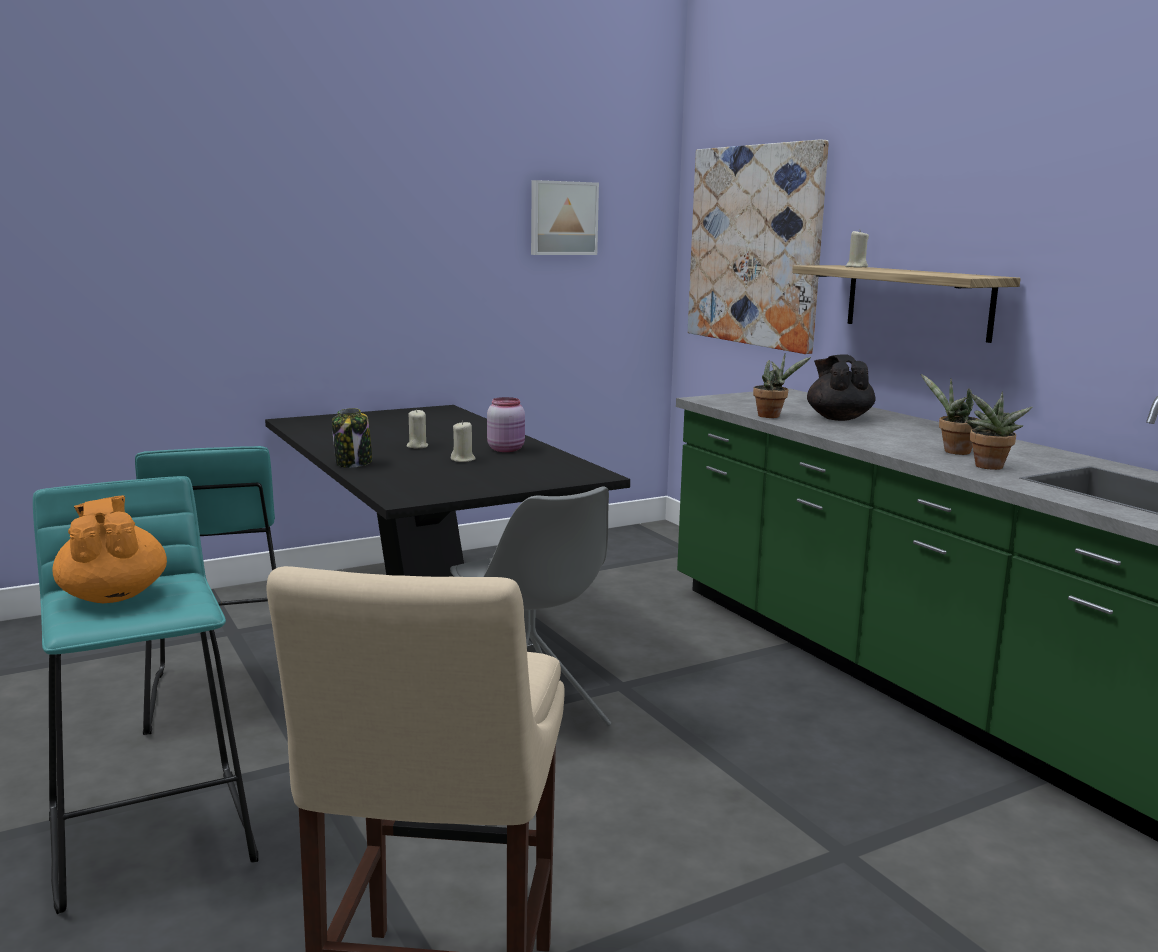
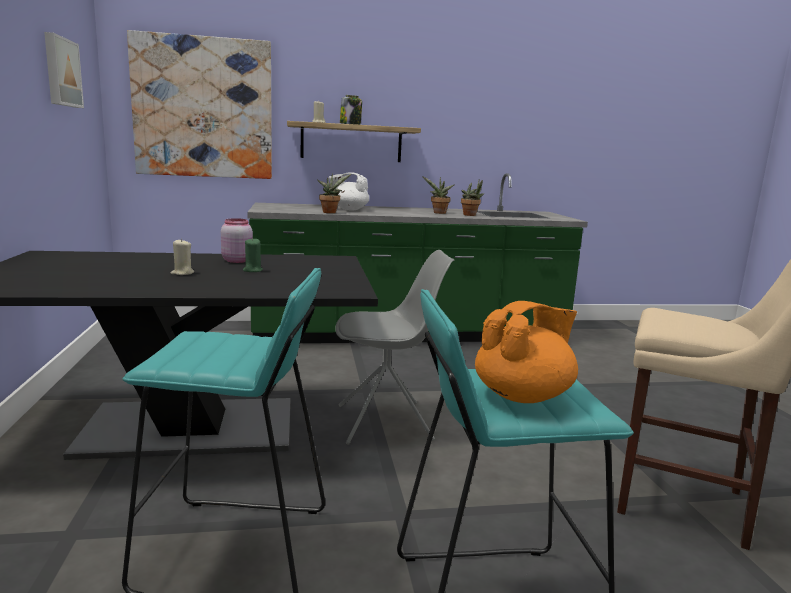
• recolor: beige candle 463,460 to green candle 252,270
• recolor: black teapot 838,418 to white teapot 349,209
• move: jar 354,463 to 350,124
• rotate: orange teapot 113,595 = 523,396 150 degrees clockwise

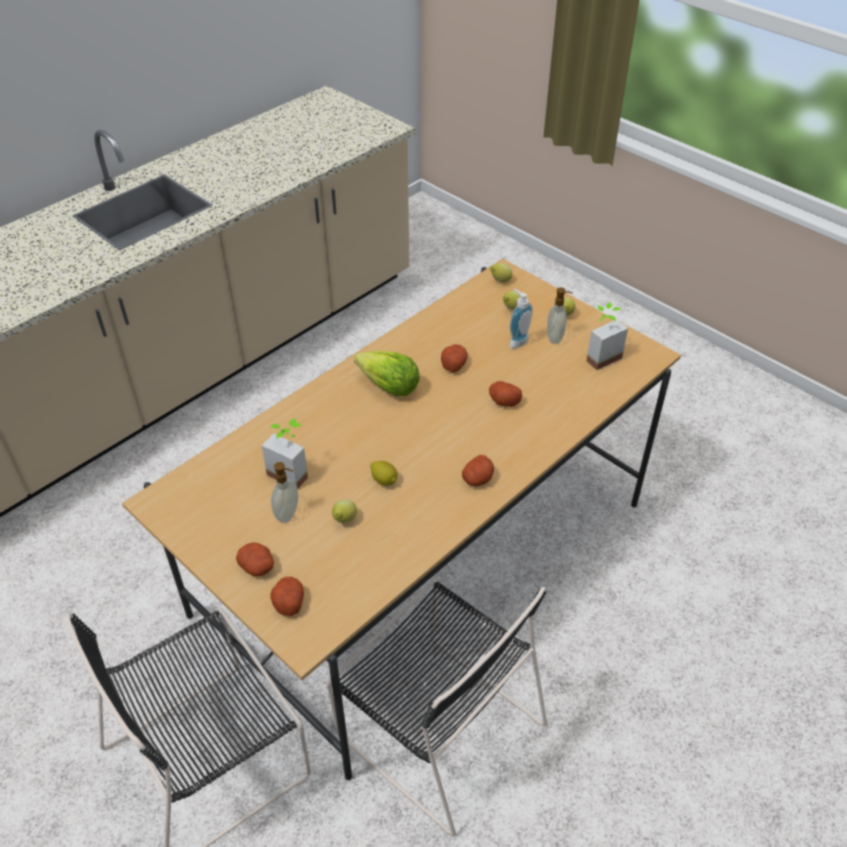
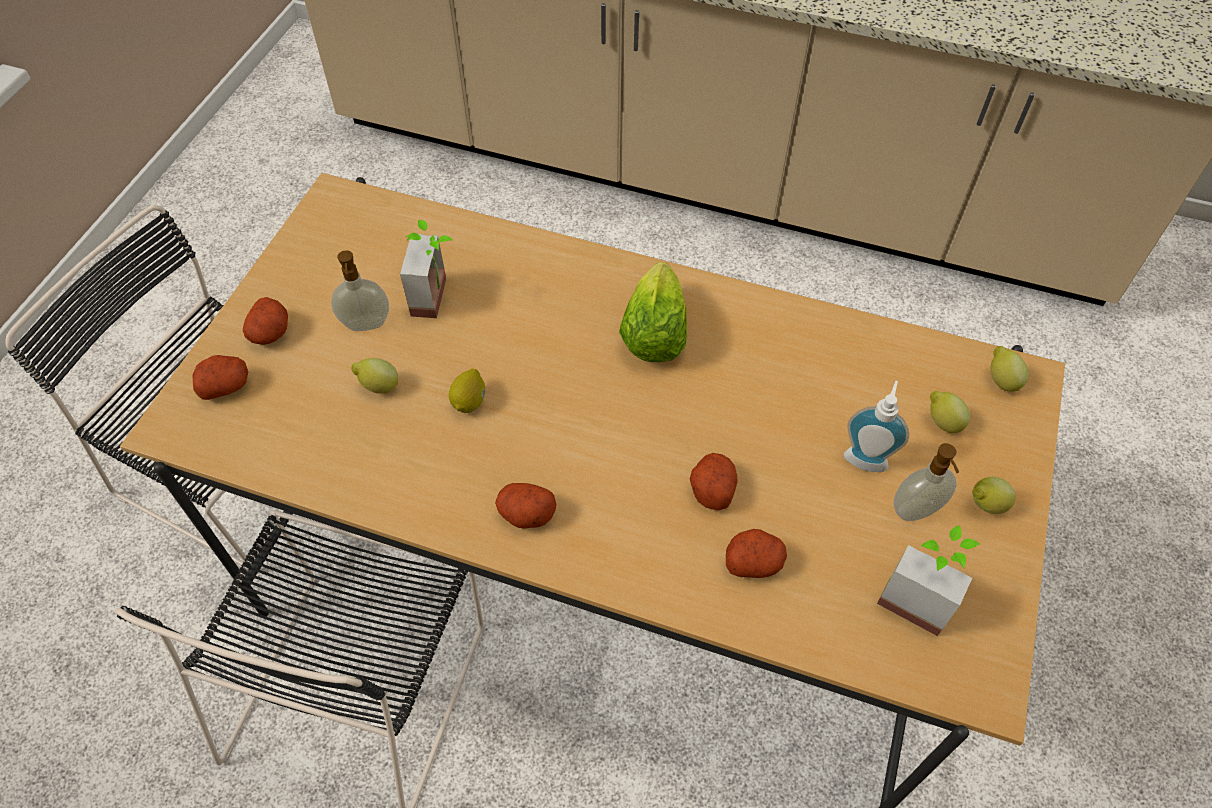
• move: potato 453,364 to 753,561

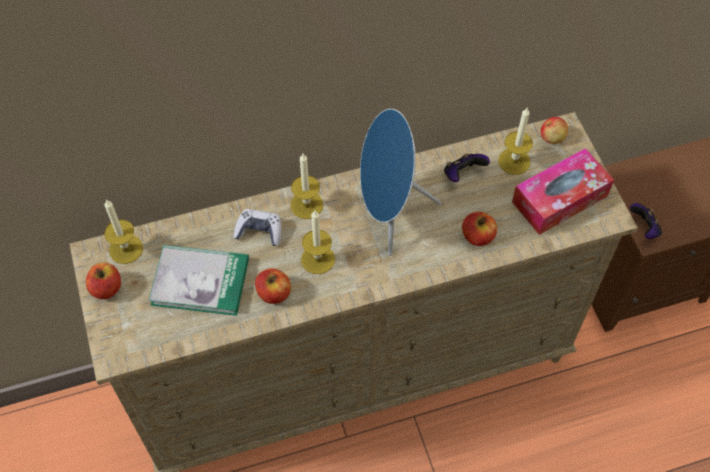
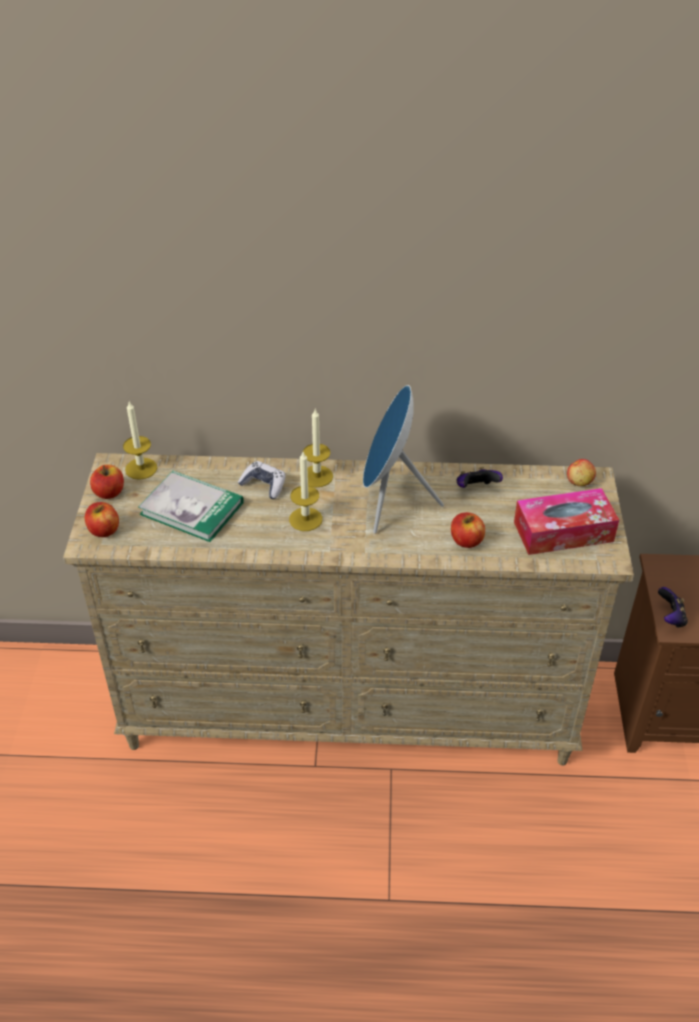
• move: apple 274,293 to 104,530
• delete: candle 514,161

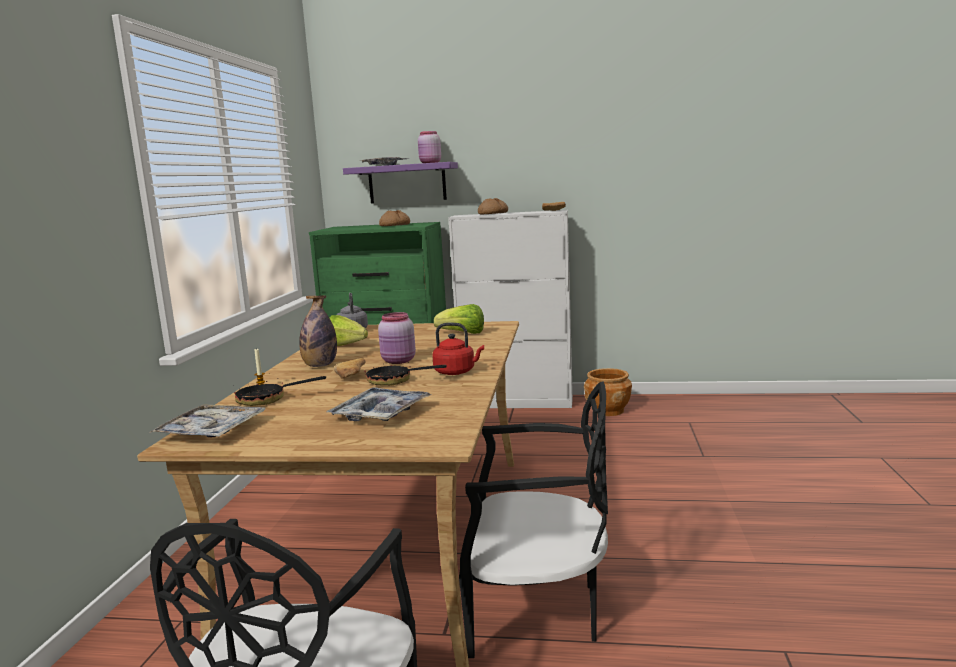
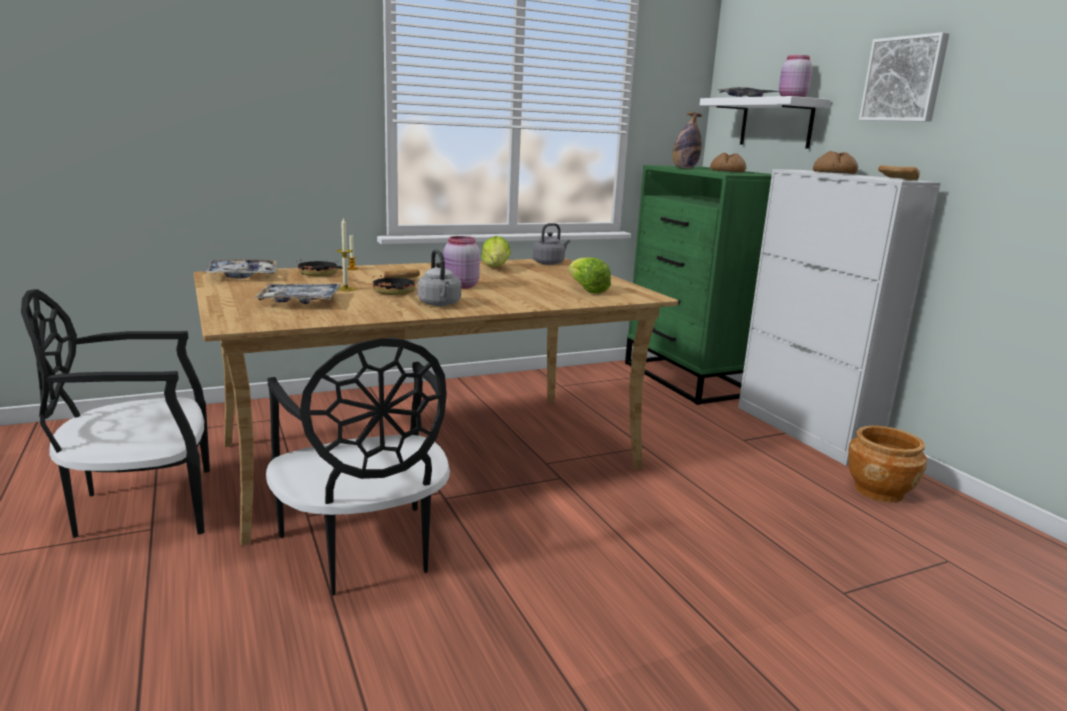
• insert: candle 345,289
• recolor: red kettle 457,372 to grey kettle 440,304
• move: bottle 320,366 to 684,168
• recolor: purple shelf 407,183 to white shelf 776,123
• insert: picture 904,79

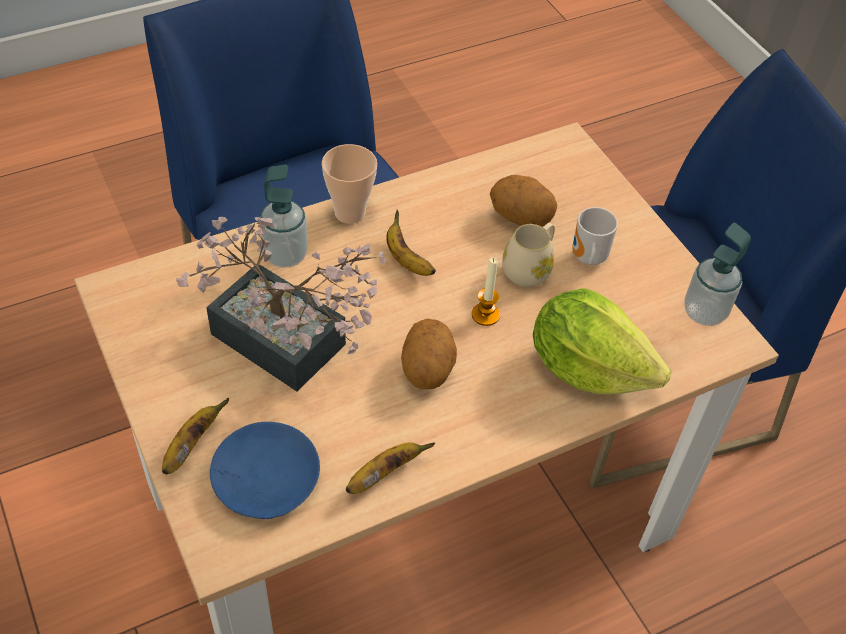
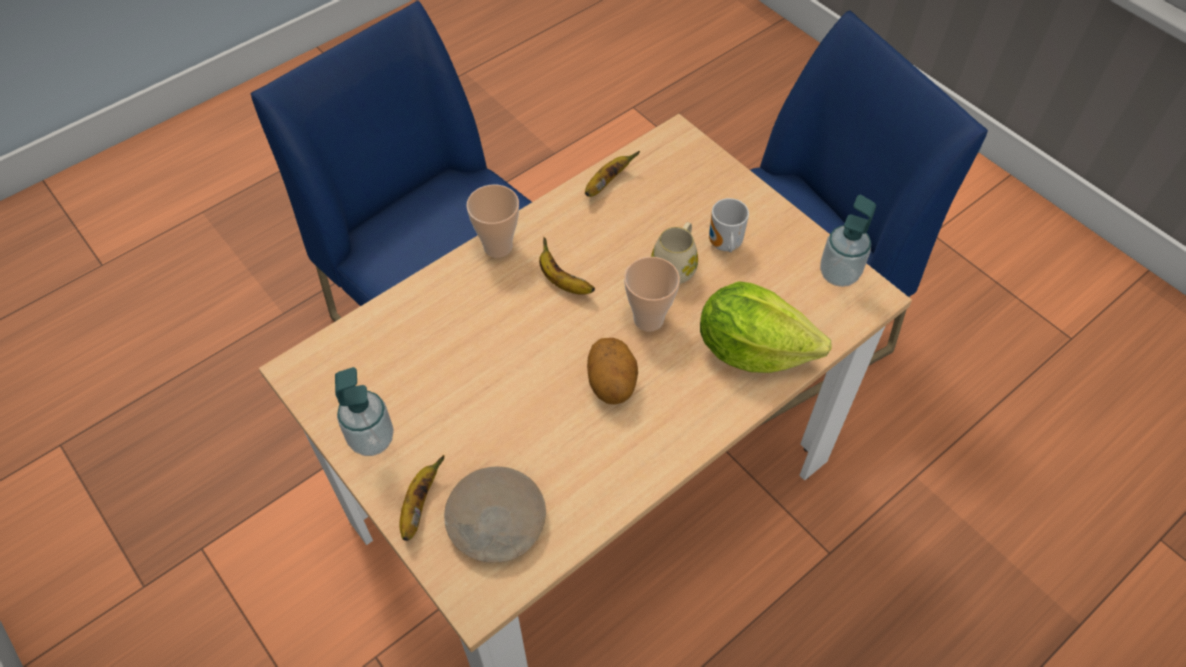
• move: soap dispenser 285,255 to 372,439
• recolor: blue plate 265,478 to beige plate 496,521
• move: banana 384,474 to 606,183
• replace: candle 485,315 to cup 648,319
• delete: potted plant 289,348
• delete: potato 521,218

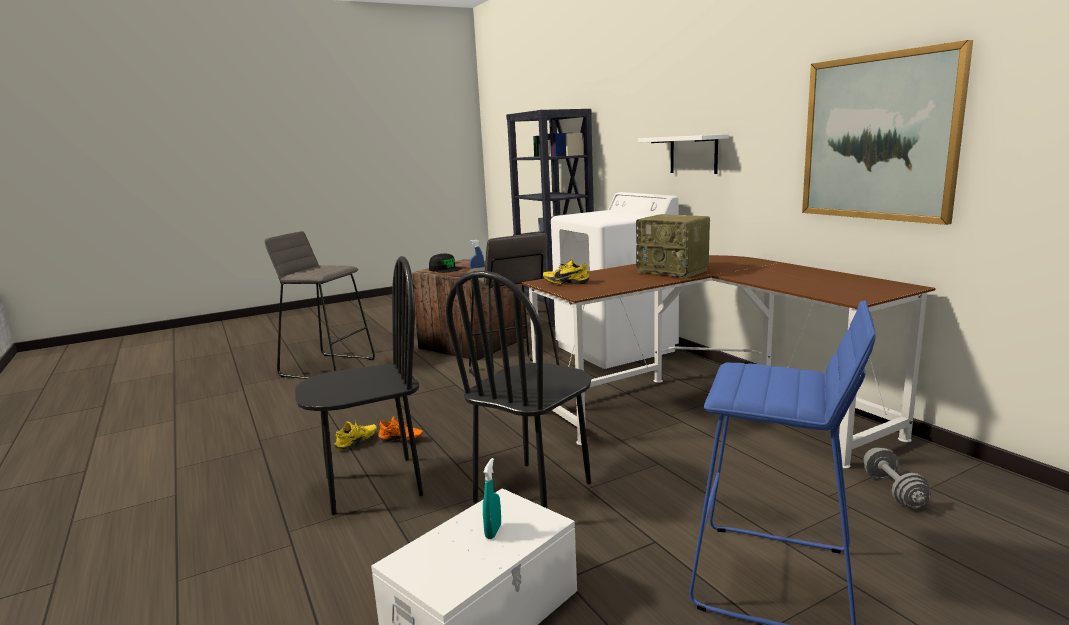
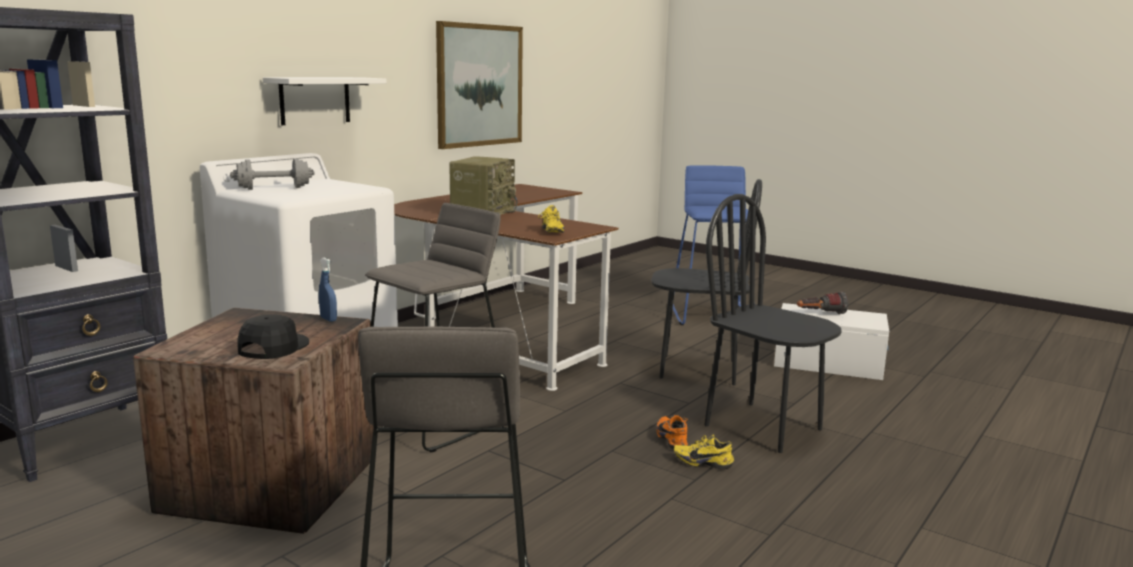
• move: grey dumbbell 893,491 to 274,188
• replace: turquoise spray bottle 493,531 to flashlight 820,314

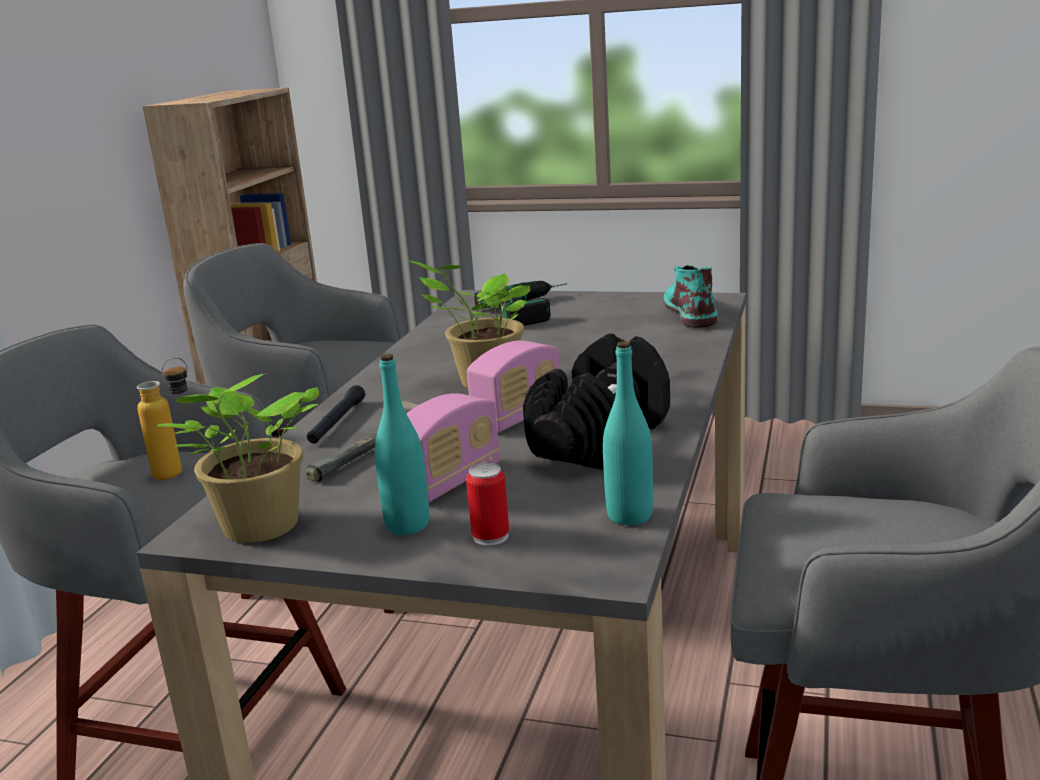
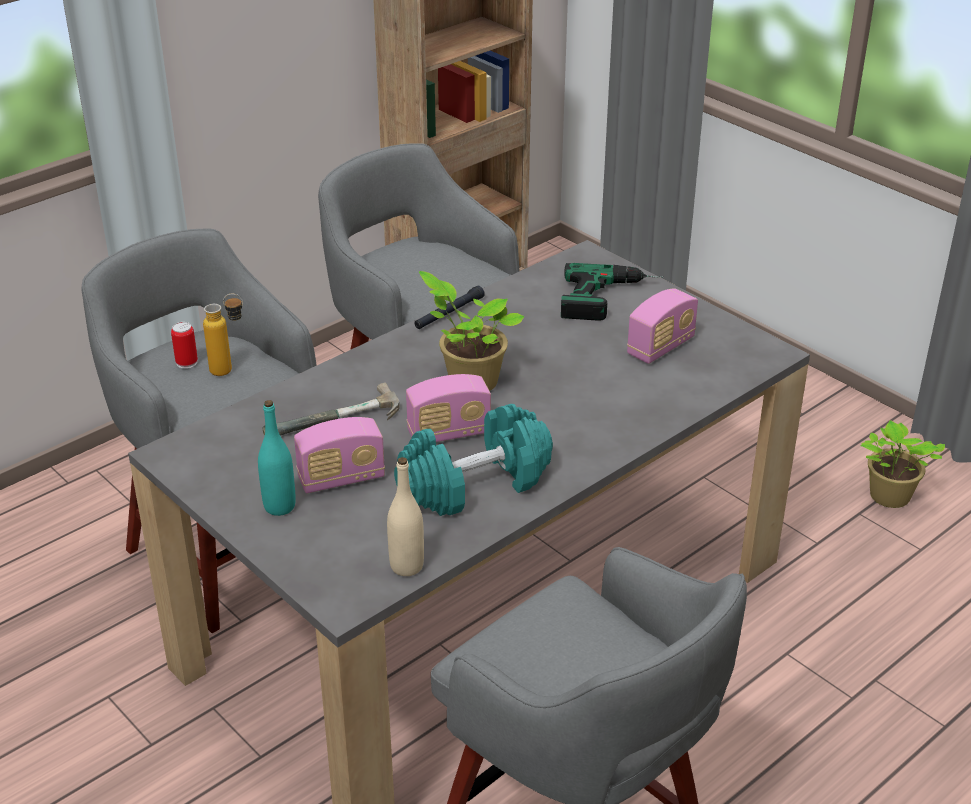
• move: can 490,536 to 187,363
• recolor: turquoise bottle 629,516 to beige bottle 407,566
• recolor: black dumbbell 601,438 to turquoise dumbbell 474,484
• move: black flashlight 337,422 to 449,313
• insert: radio 660,347
• move: potted plant 258,529 to 888,498
• delete: turquoise boot 690,312

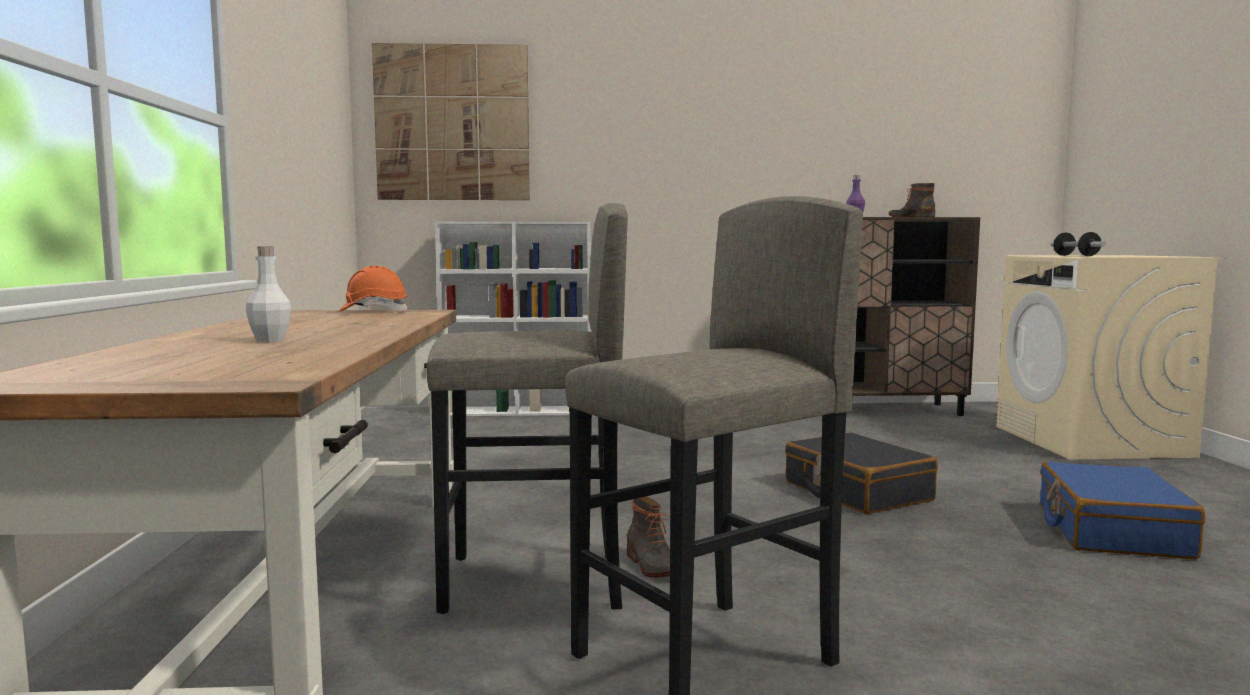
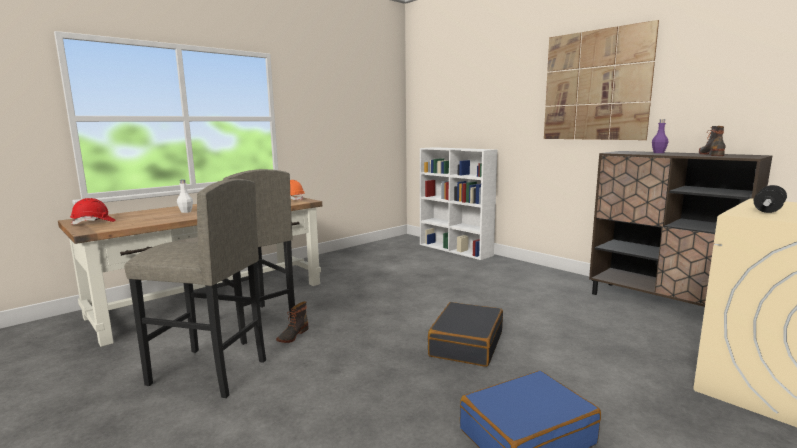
• insert: red hard hat 94,222
• move: picture 452,123 to 595,85

